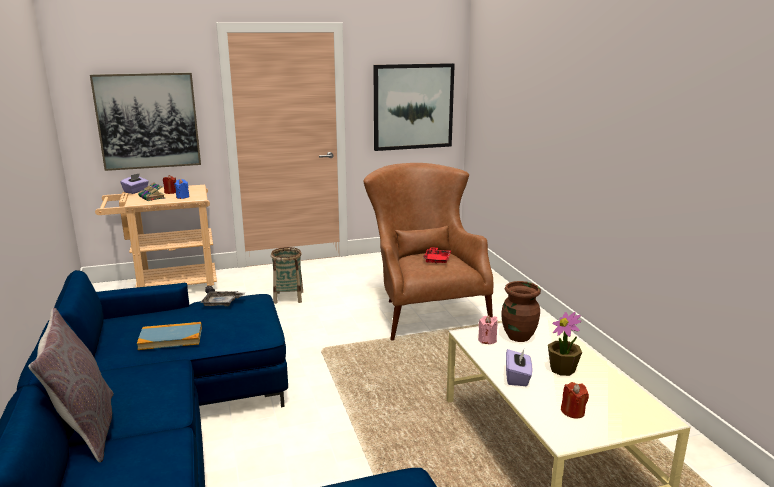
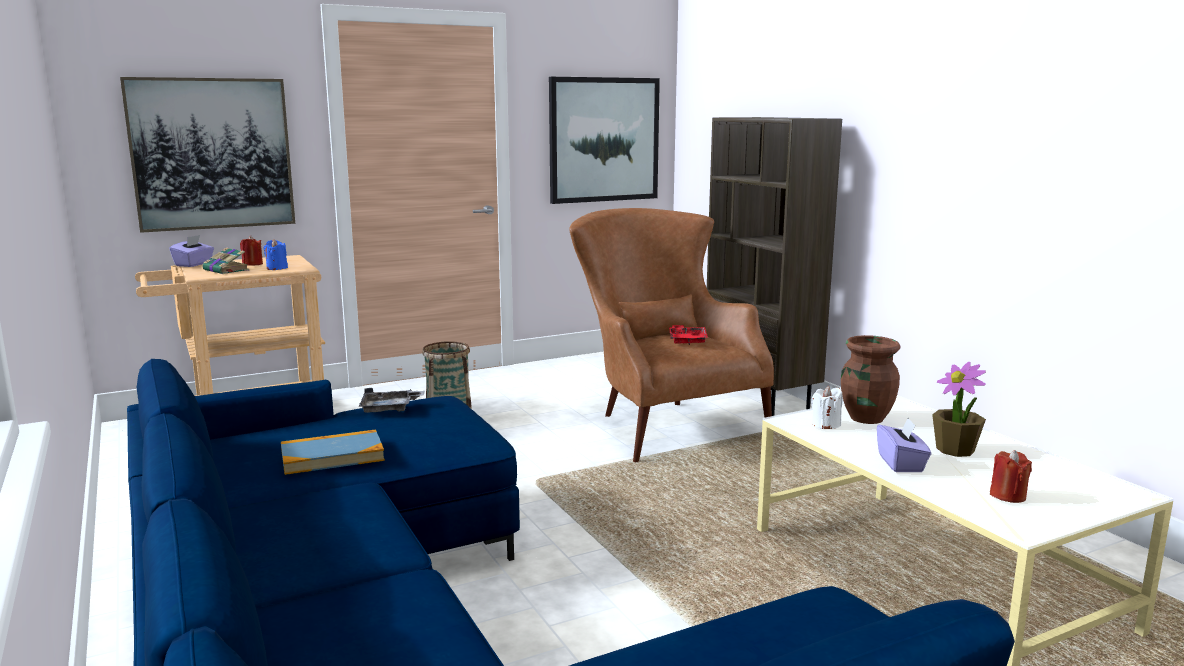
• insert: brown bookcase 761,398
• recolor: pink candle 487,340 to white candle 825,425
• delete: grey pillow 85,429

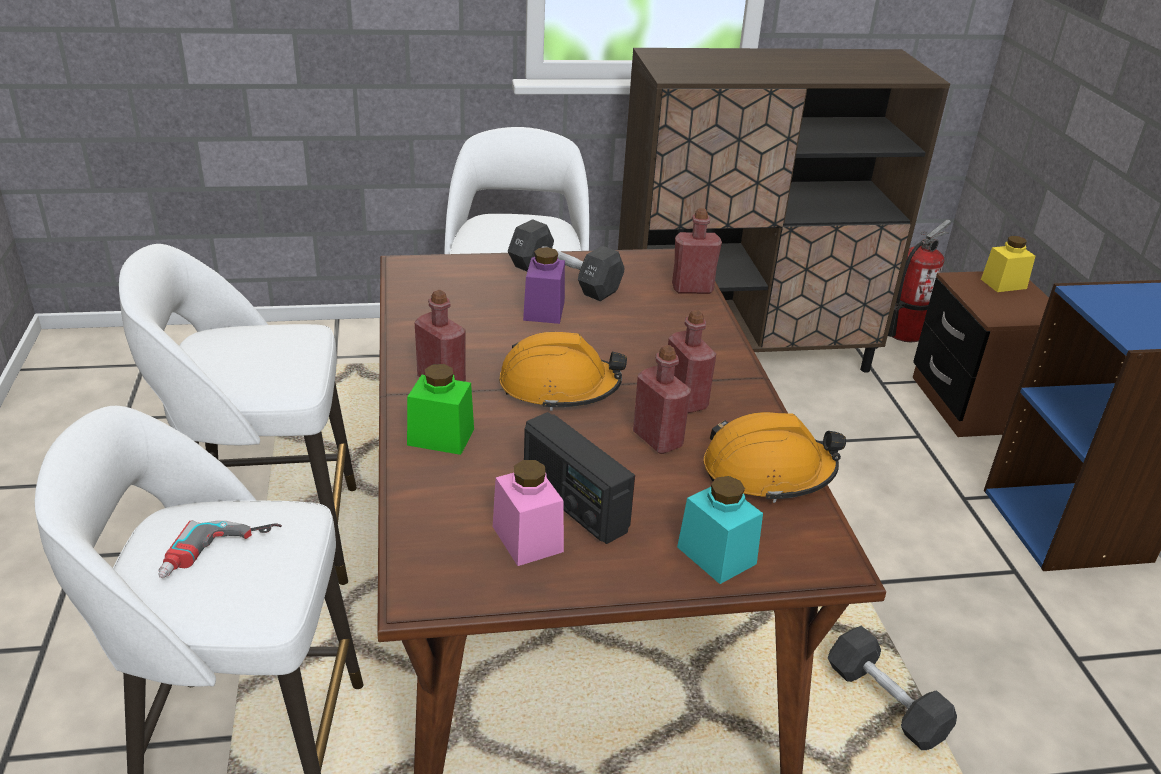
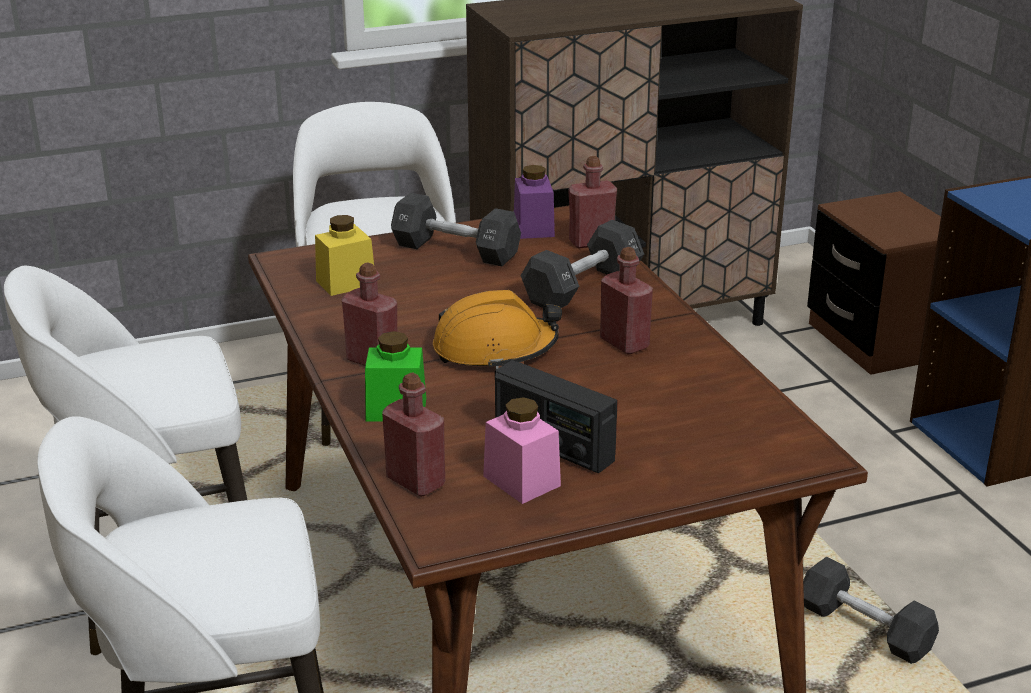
• move: yellow jar 1003,284 to 346,283
• move: red bottle 657,439 to 415,482
• move: purple jar 544,310 to 533,228
• insert: black dumbbell 582,287
• delete: power drill 220,556
• delete: turquoise jar 716,555
• delete: orange hard hat 768,472
• delete: fire extinguisher 903,333

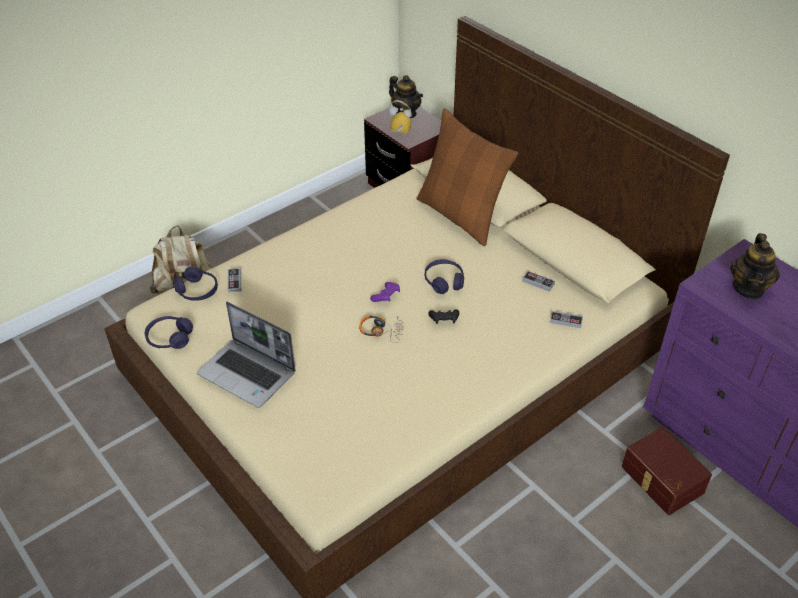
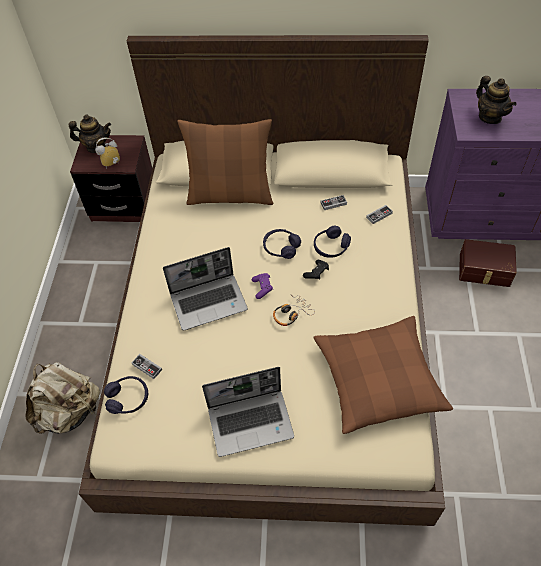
• insert: laptop 209,302
• insert: brown pillow 378,379
• move: purple headphones 169,338 to 331,247

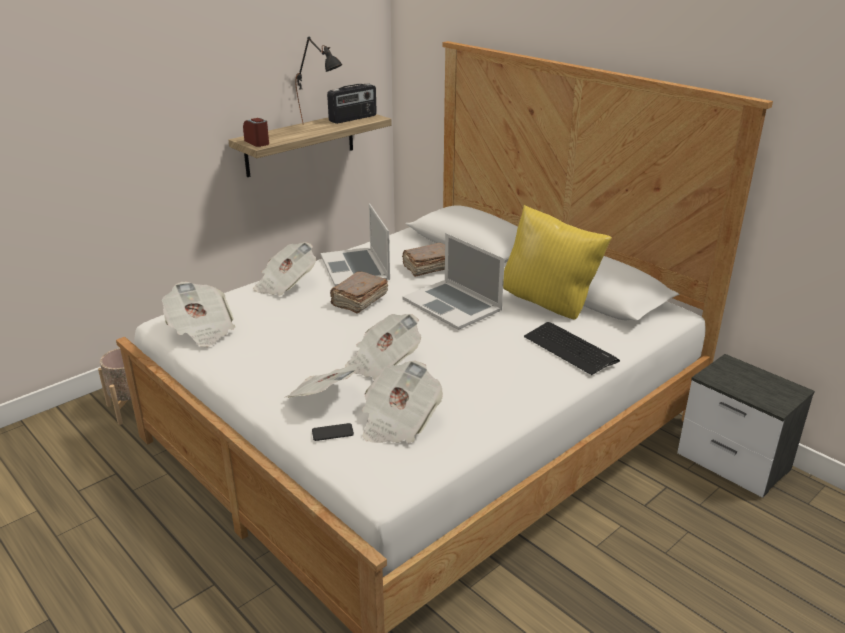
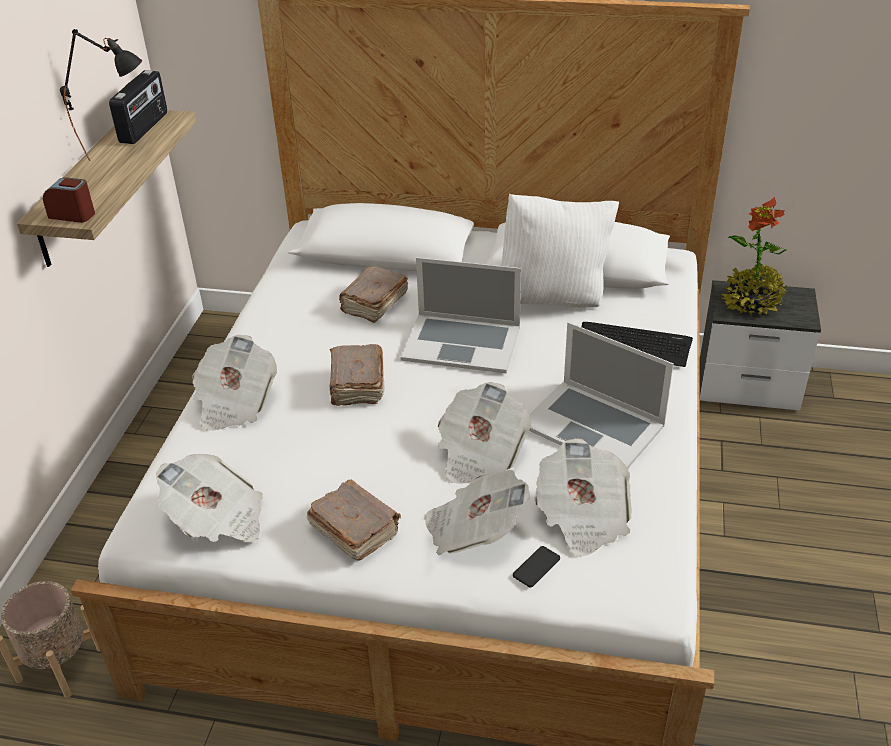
• insert: brown book 354,530
• recolor: yellow pillow 549,304 to white pillow 553,298
• move: laptop 355,267 to 593,425
• insert: potted plant 752,302

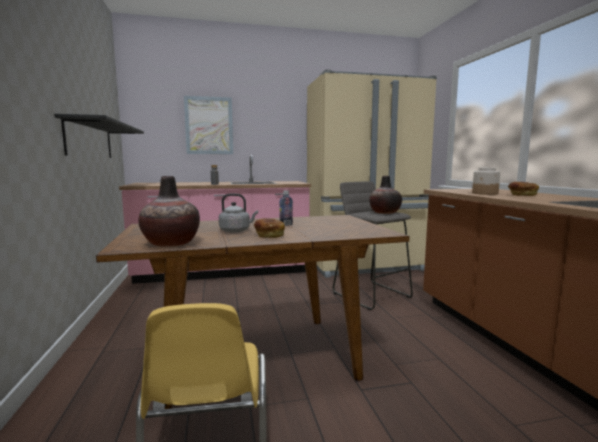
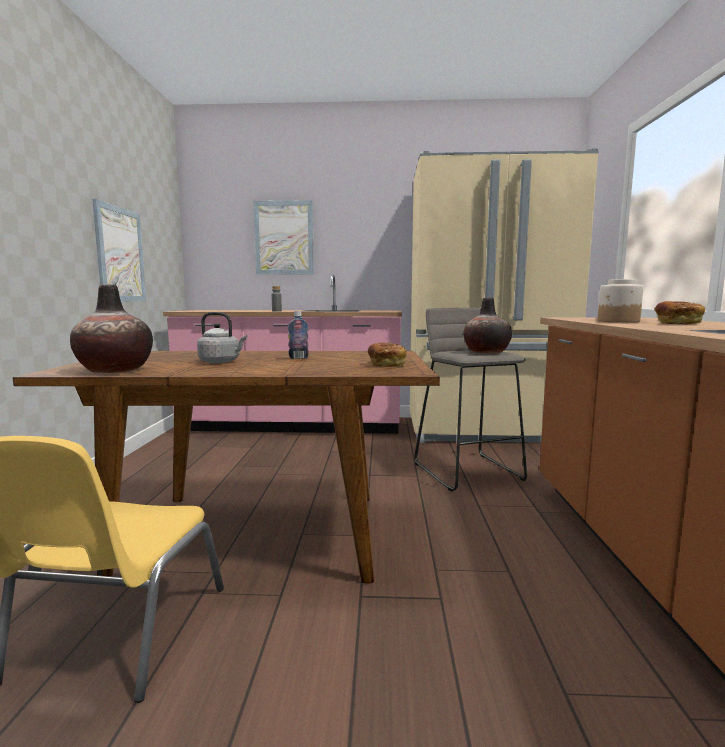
• replace: black shelf 89,140 to picture 120,255
• move: bread 269,235 to 386,364

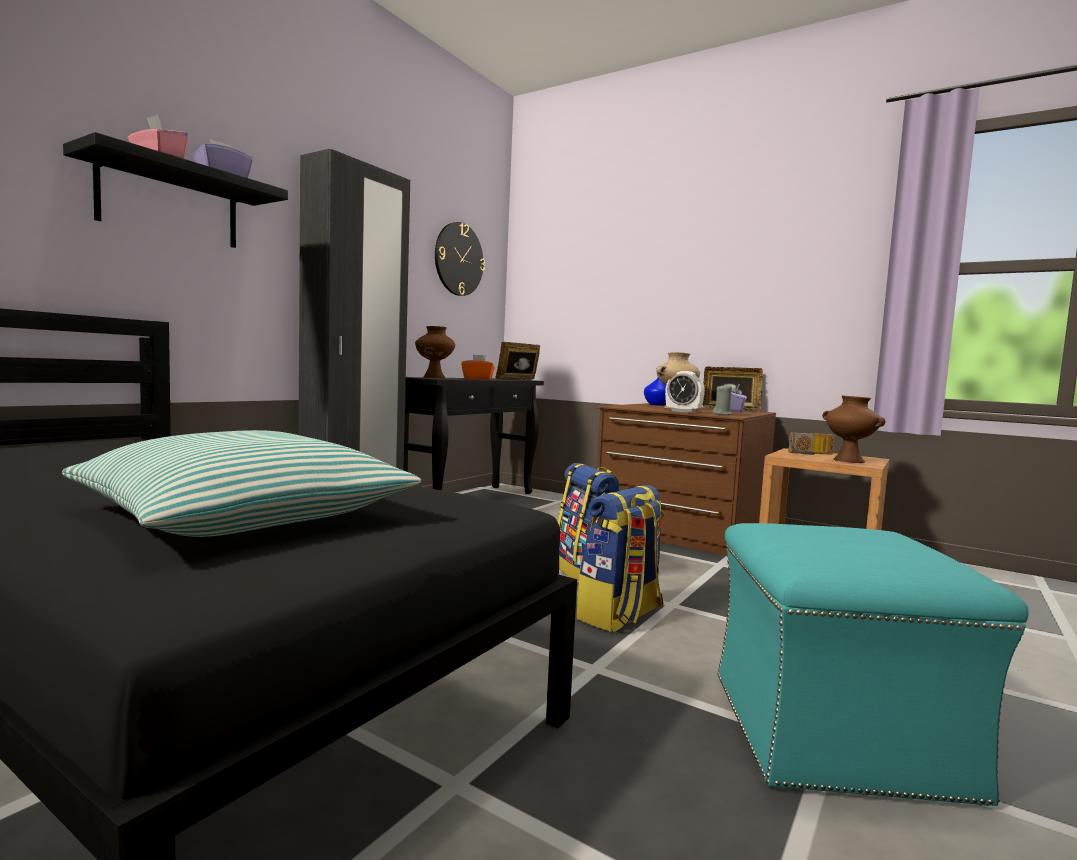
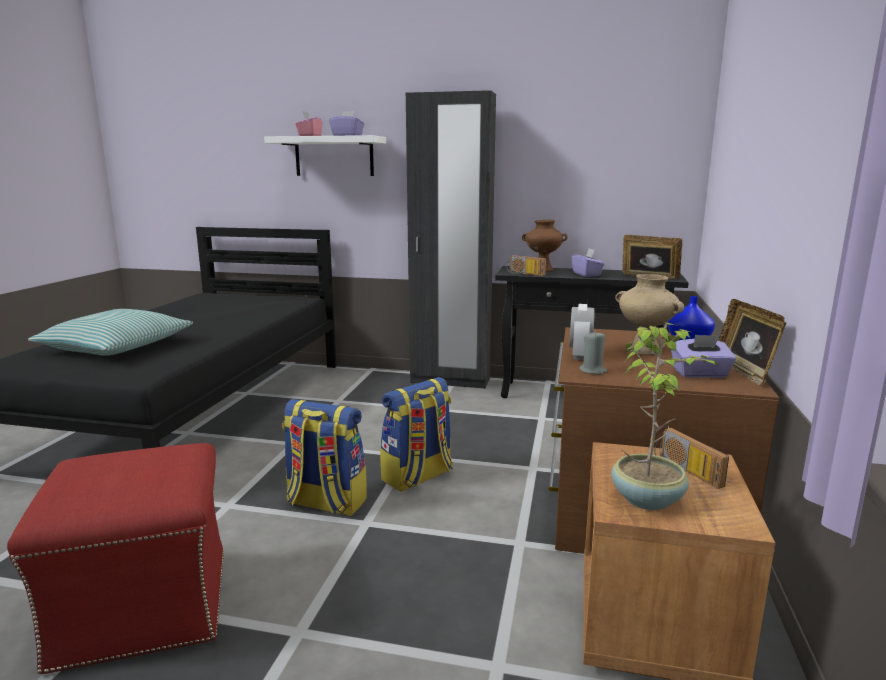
• recolor: turquoise ottoman 833,731 to red ottoman 146,606
• recolor: black shelf 170,204 to white shelf 334,156
• insert: radio 524,274
• recolor: orange tissue box 477,379 to purple tissue box 587,274
• replace: brown vase 850,461 to potted plant 648,498
• delete: wall clock 458,259

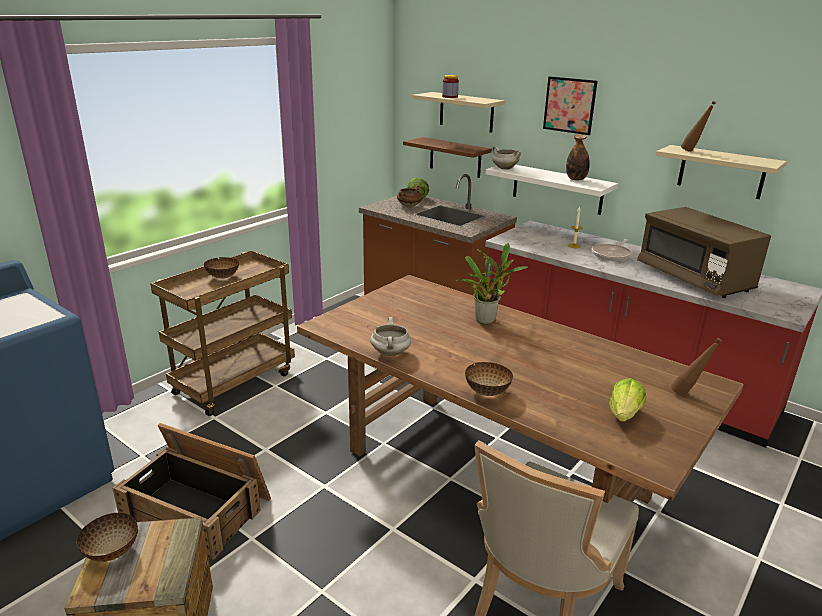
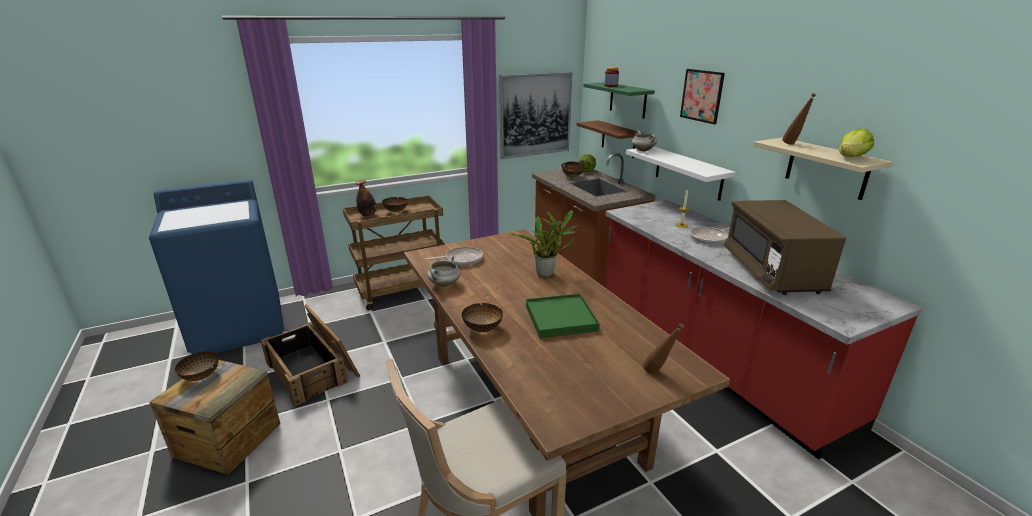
• move: bottle 576,179 to 368,215
• insert: frying pan 461,259
• insert: picture 535,115
• insert: green tray 561,318
• recolor: beige shelf 466,112 to green shelf 628,100
• move: lettuce 624,415 to 851,157

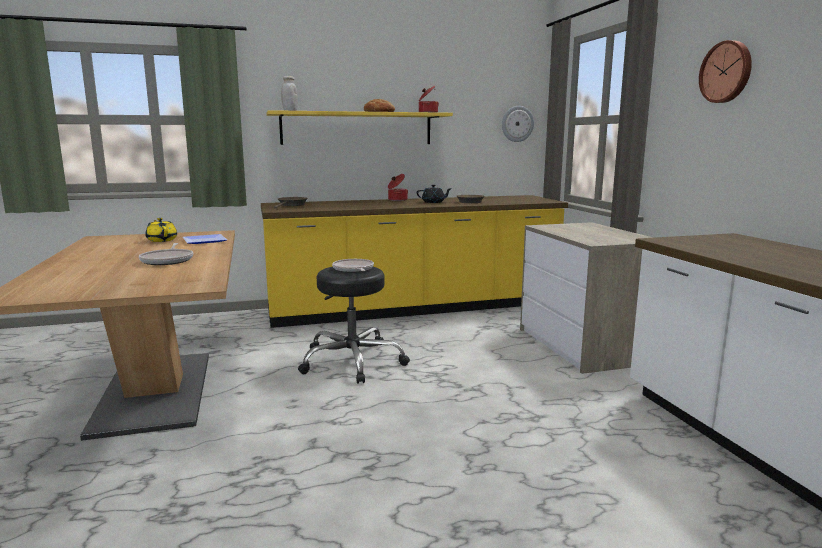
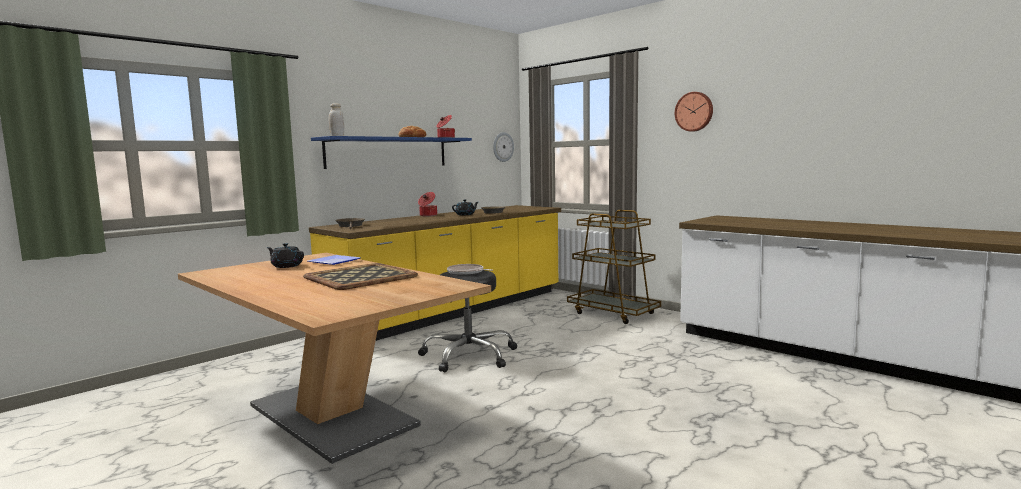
• recolor: yellow teapot 162,240 to black teapot 286,266
• replace: frying pan 168,260 to tray 361,276
• recolor: yellow shelf 357,128 to blue shelf 388,152
• replace: dresser 584,346 to brown cart 613,313

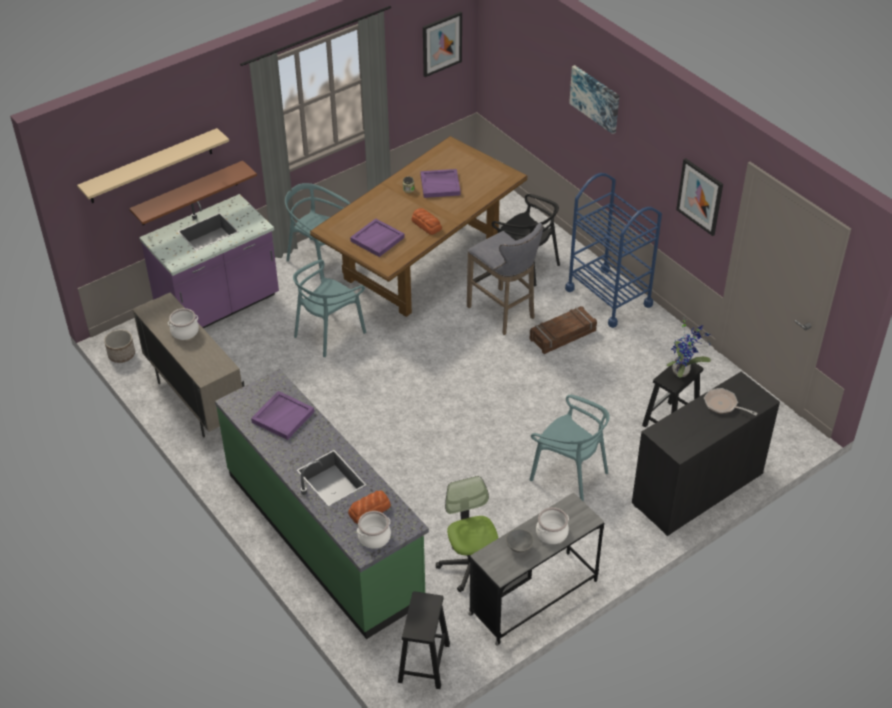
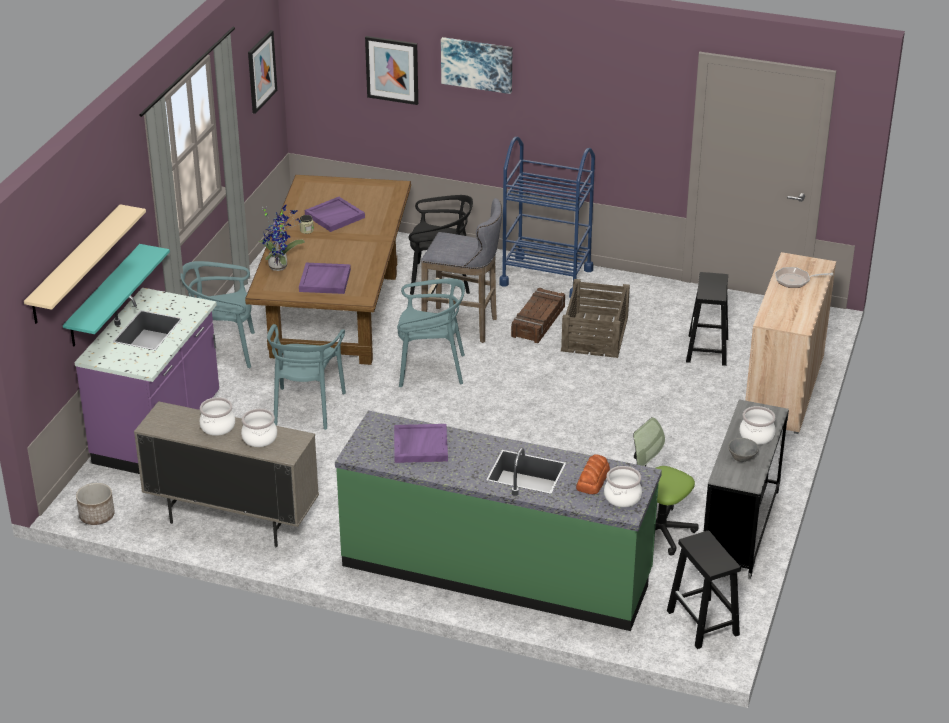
• recolor: brown shelf 188,194 to turquoise shelf 104,296
• insert: cooking pot 260,438
• move: potted plant 683,371 to 280,265
• move: picture 700,196 to 392,70
• move: turquoise chair 569,474 to 430,369
• insert: crate 595,334
• recolor: black cabinet 697,489 to beige cabinet 783,389
• delete: bread 426,224

